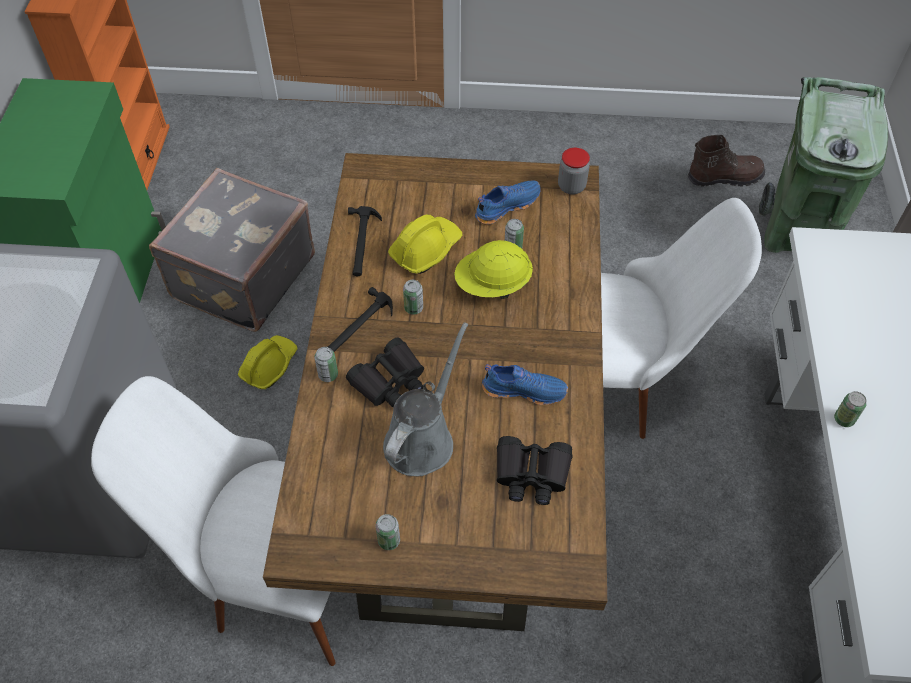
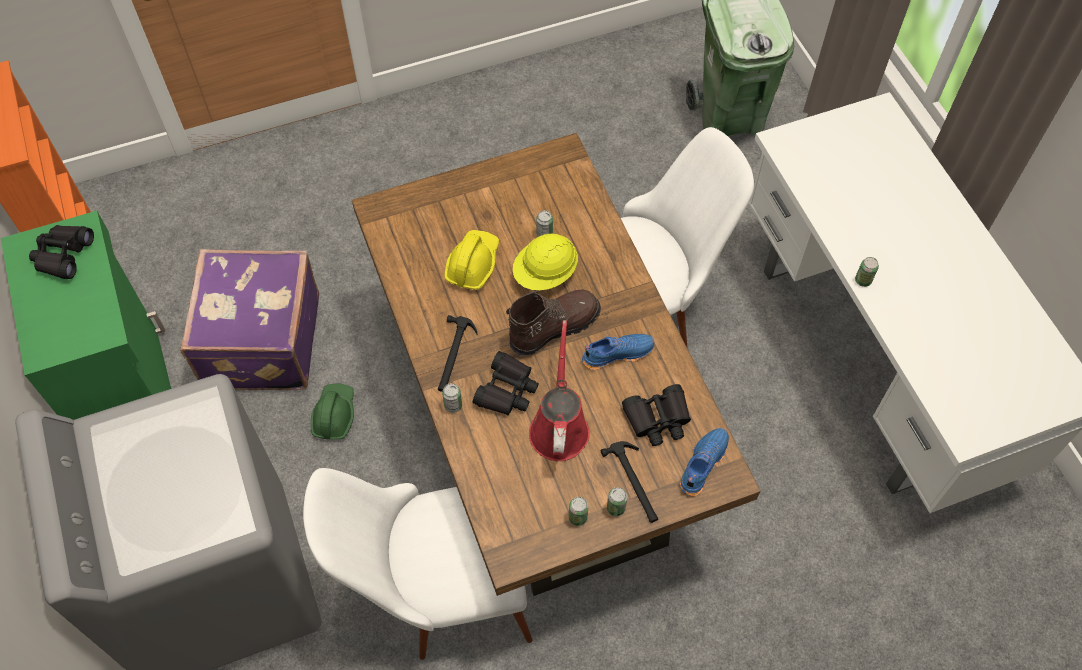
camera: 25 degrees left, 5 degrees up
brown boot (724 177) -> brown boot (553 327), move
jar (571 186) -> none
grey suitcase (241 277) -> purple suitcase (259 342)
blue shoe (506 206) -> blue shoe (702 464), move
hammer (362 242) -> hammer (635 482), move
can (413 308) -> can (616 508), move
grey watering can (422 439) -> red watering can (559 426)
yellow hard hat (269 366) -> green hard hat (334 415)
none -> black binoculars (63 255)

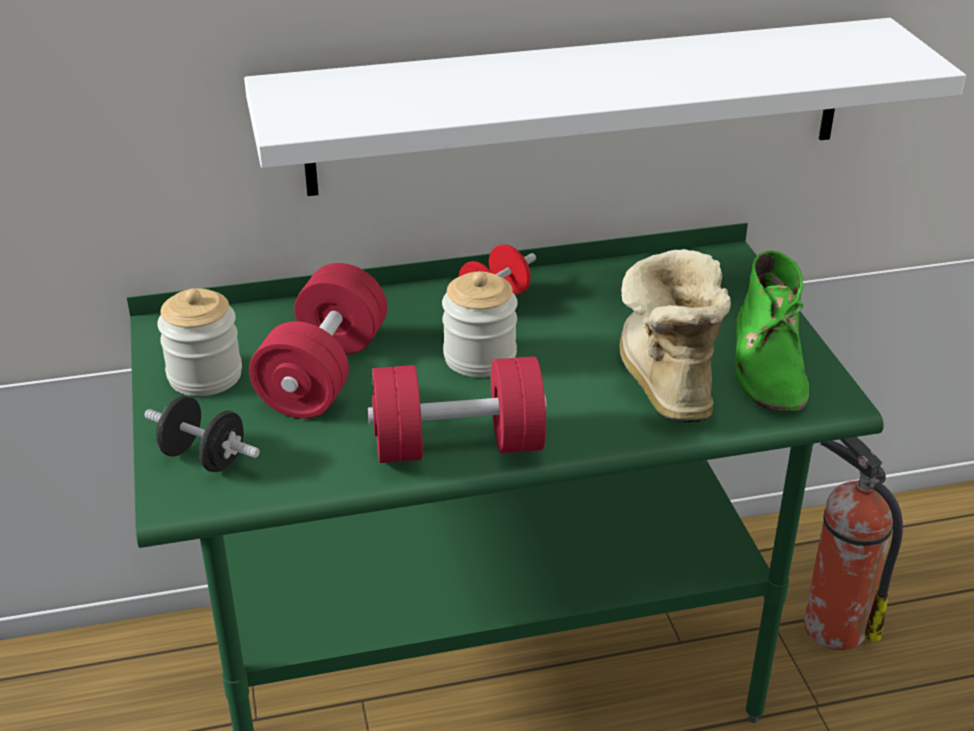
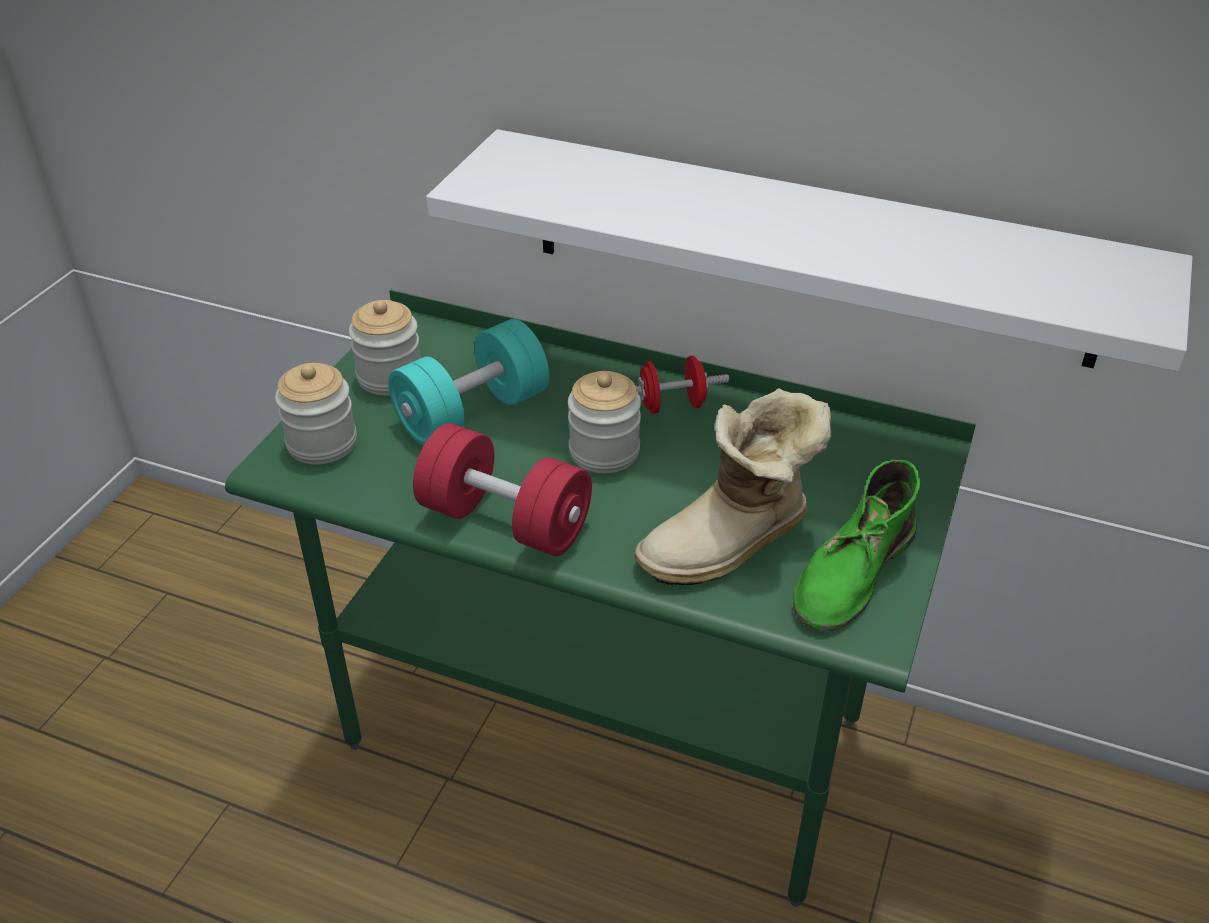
camera: 35 degrees right, 5 degrees up
boot (662 382) -> boot (732 545), 150 degrees counterclockwise
red dumbbell (324 374) -> turquoise dumbbell (472 413)
black dumbbell (204 458) -> jar (322 443)
fire extinguisher (831 625) -> none

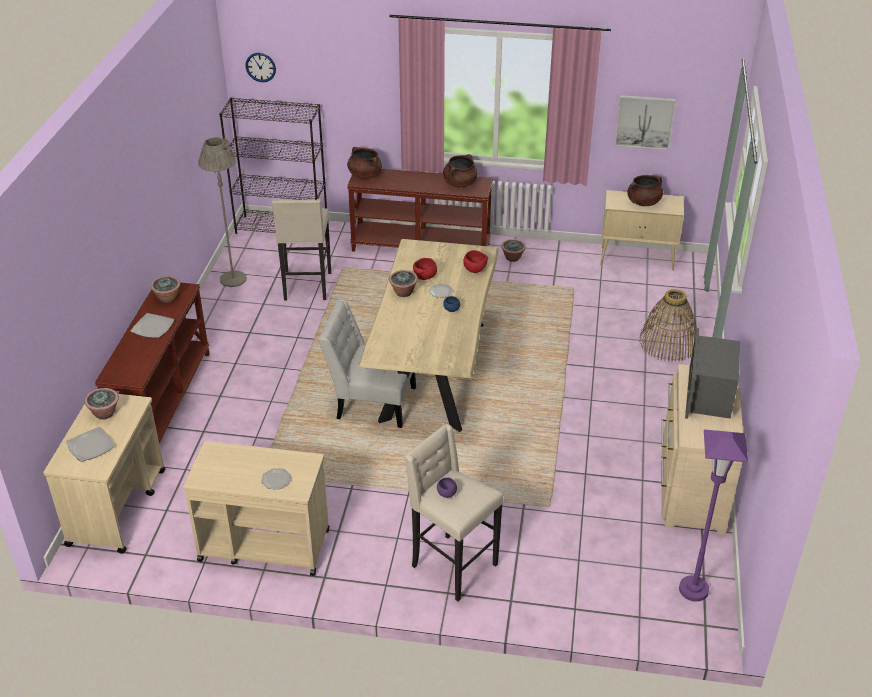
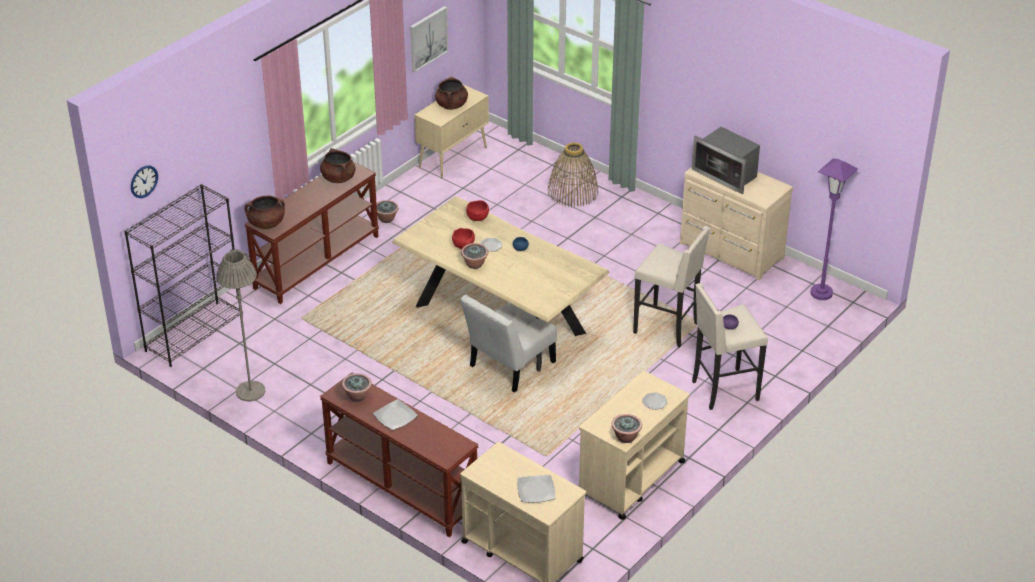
camera: 60 degrees left, 0 degrees up
beige stool (306 287) -> beige stool (667 328), move
potted plant (105 413) -> potted plant (626 437), move

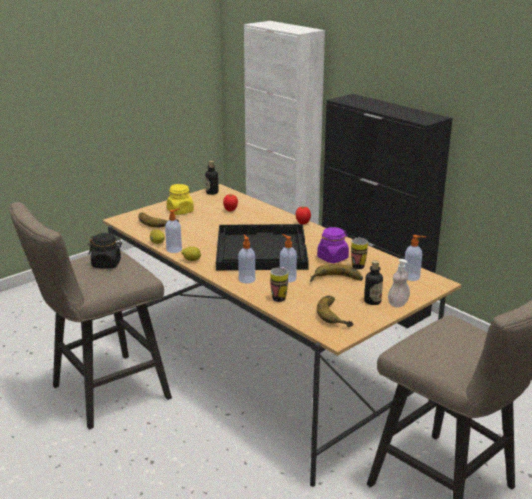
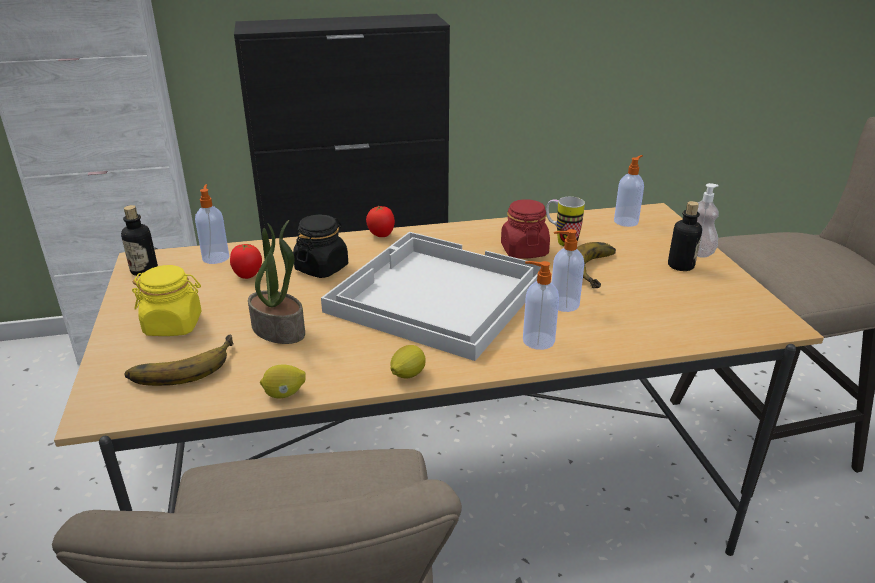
camera: 60 degrees left, 5 degrees up
soap dispenser (174 249) -> soap dispenser (216 257), move
black tray (260 249) -> white tray (435 295)
purple jar (332 258) -> red jar (524 251)
black jar (106 264) -> black jar (322 268), move
mug (280 296) -> none
banana (337 314) -> none
none -> potted plant (279 330)

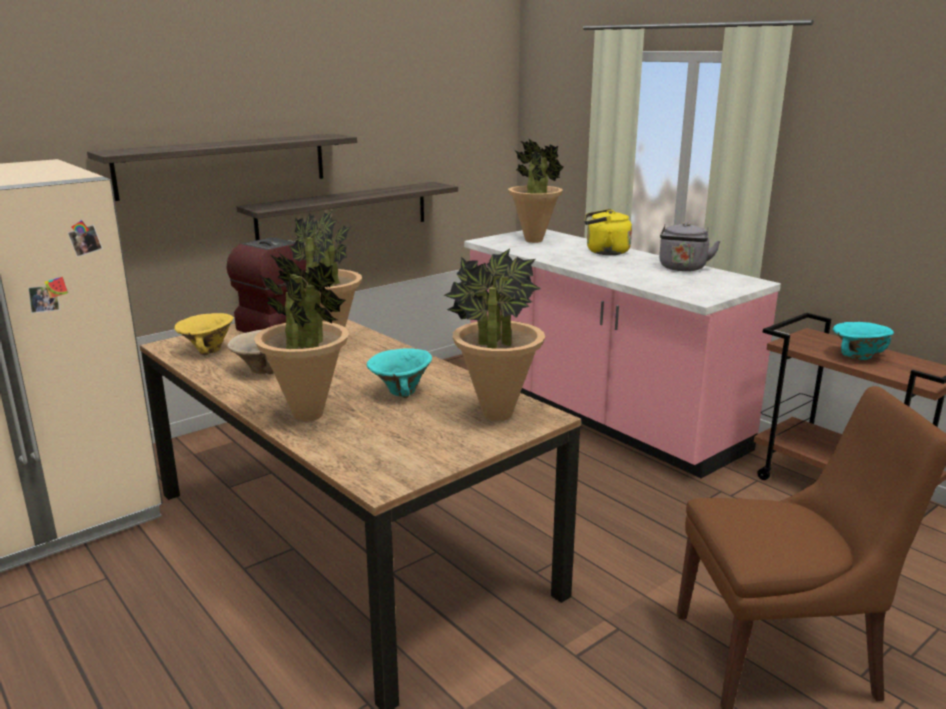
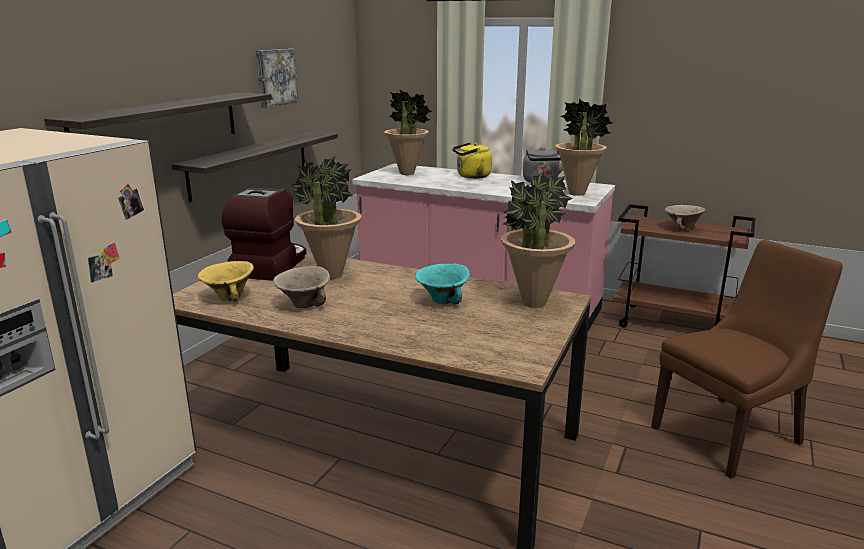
camera: 25 degrees left, 0 degrees up
potted plant (309 415) -> potted plant (577 193), move
turquoise bowl (857 356) -> beige bowl (681 228)
none -> picture (275 77)

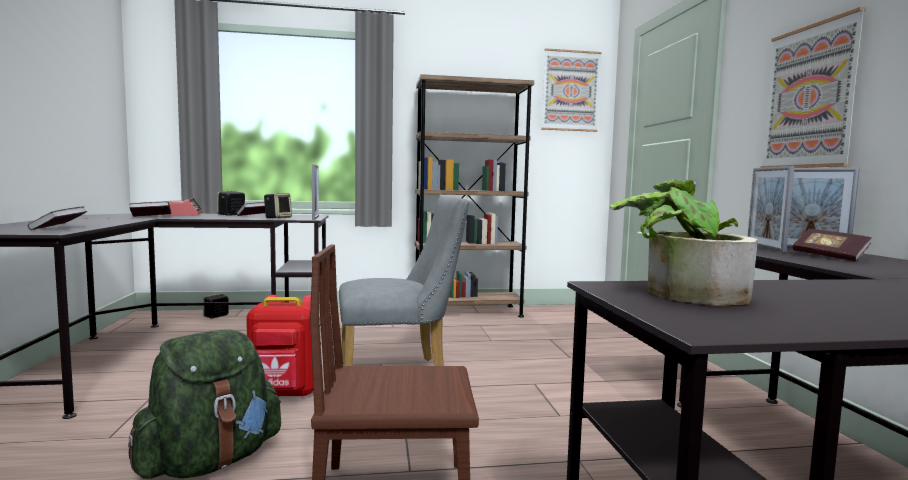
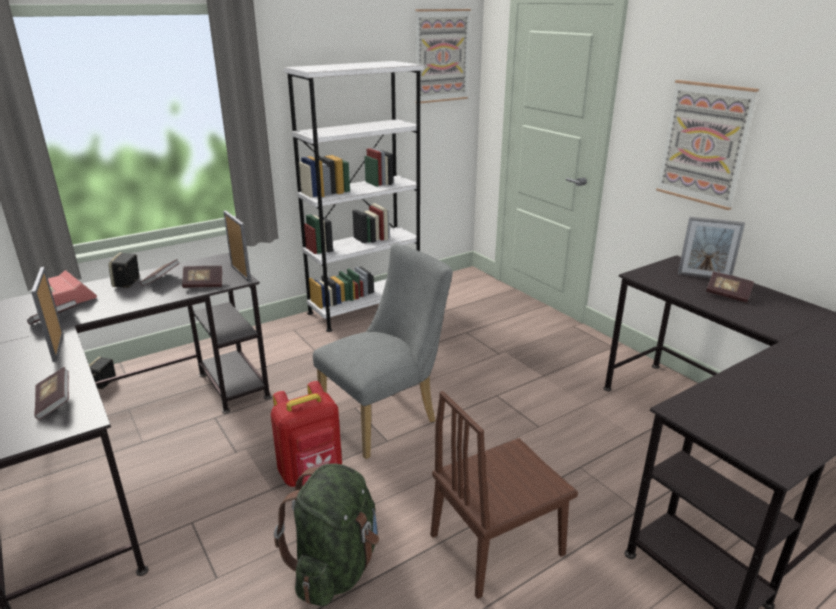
camera: 25 degrees left, 20 degrees up
brown bookcase (467 312) -> white bookcase (365 308)
picture frame (765 248) -> picture frame (58 347), move
potted plant (682 293) -> none
speaker (278 218) -> book (203 284)

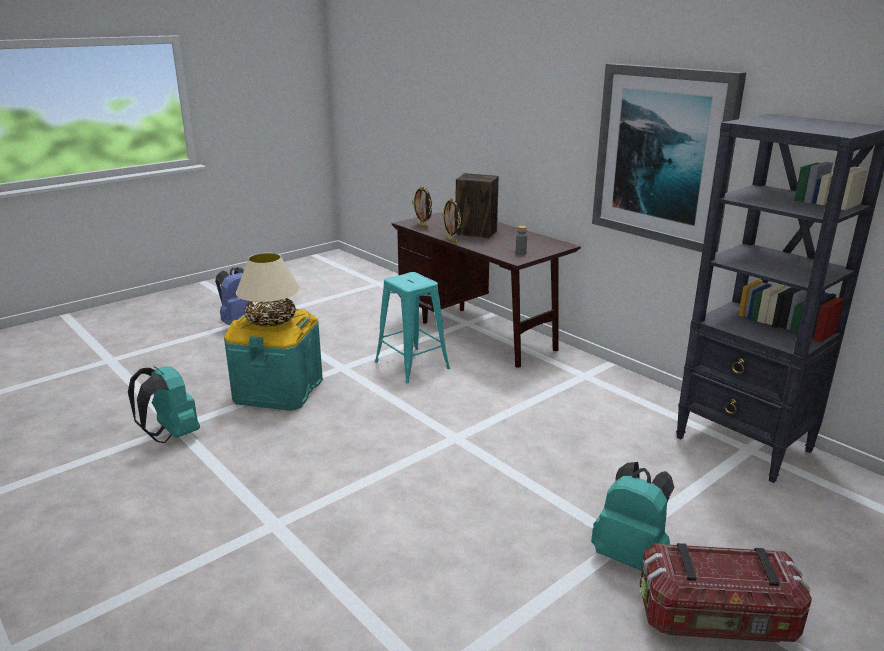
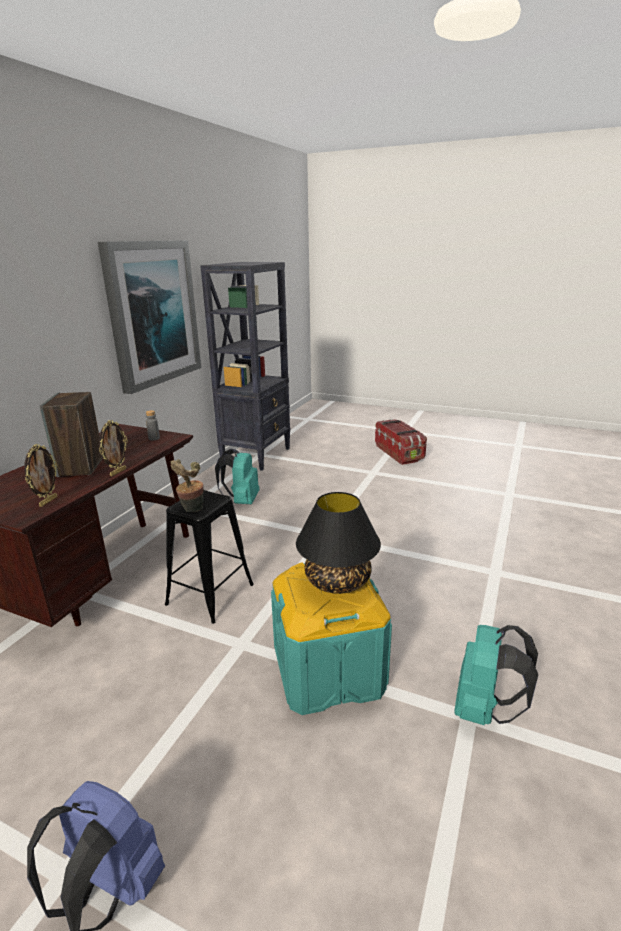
camera: 115 degrees left, 0 degrees up
beige table lamp (270 321) -> black table lamp (338 581)
turquoise stool (412 365) -> black stool (210 594)
turquoise backpack (631 556) -> turquoise backpack (241 501), move
none -> potted plant (191 510)

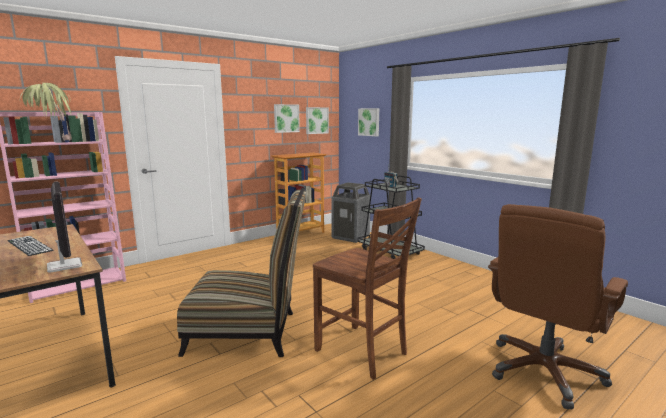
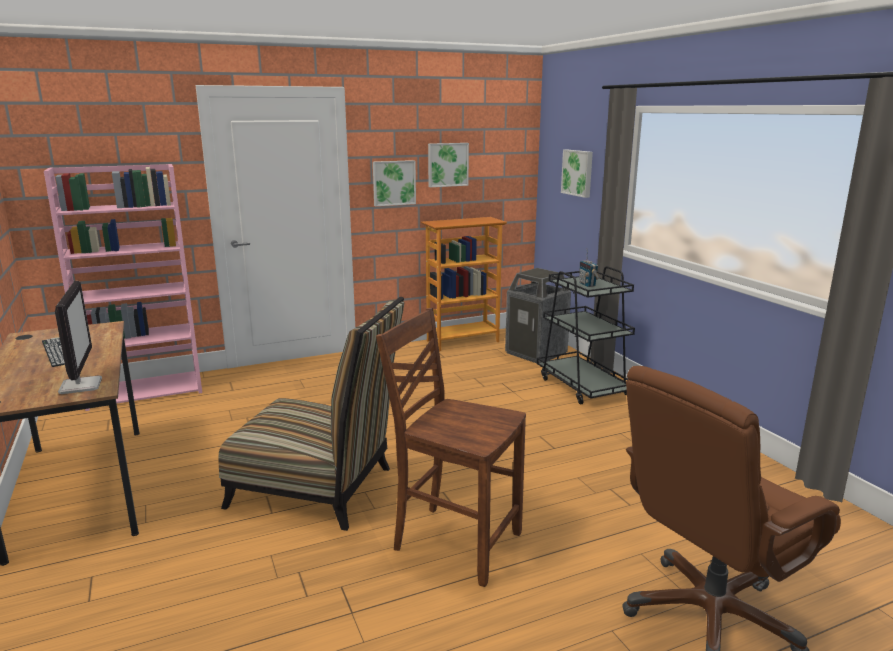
camera: 15 degrees right, 5 degrees up
potted plant (53 142) -> none
picture (316 120) -> picture (393 183), move
brown chair (362 352) -> brown chair (455 541), 150 degrees clockwise

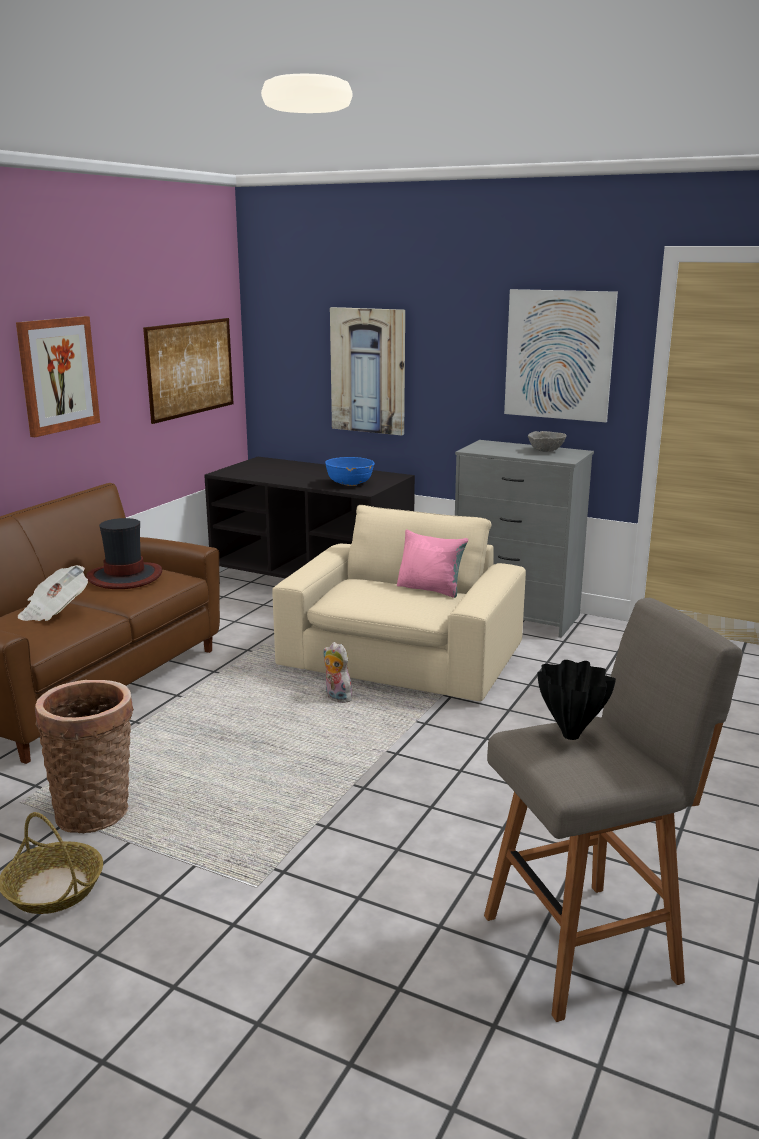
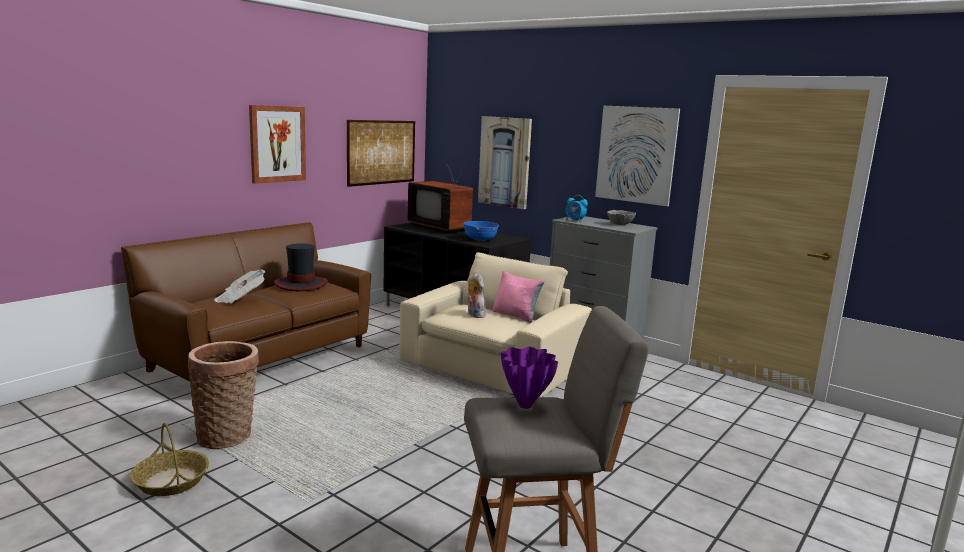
camera: 10 degrees right, 5 degrees down
plush toy (336 697) -> plush toy (474 315), move
black vase (571 735) -> purple vase (526 405)
none -> television (442 228)
none -> alarm clock (575 220)

